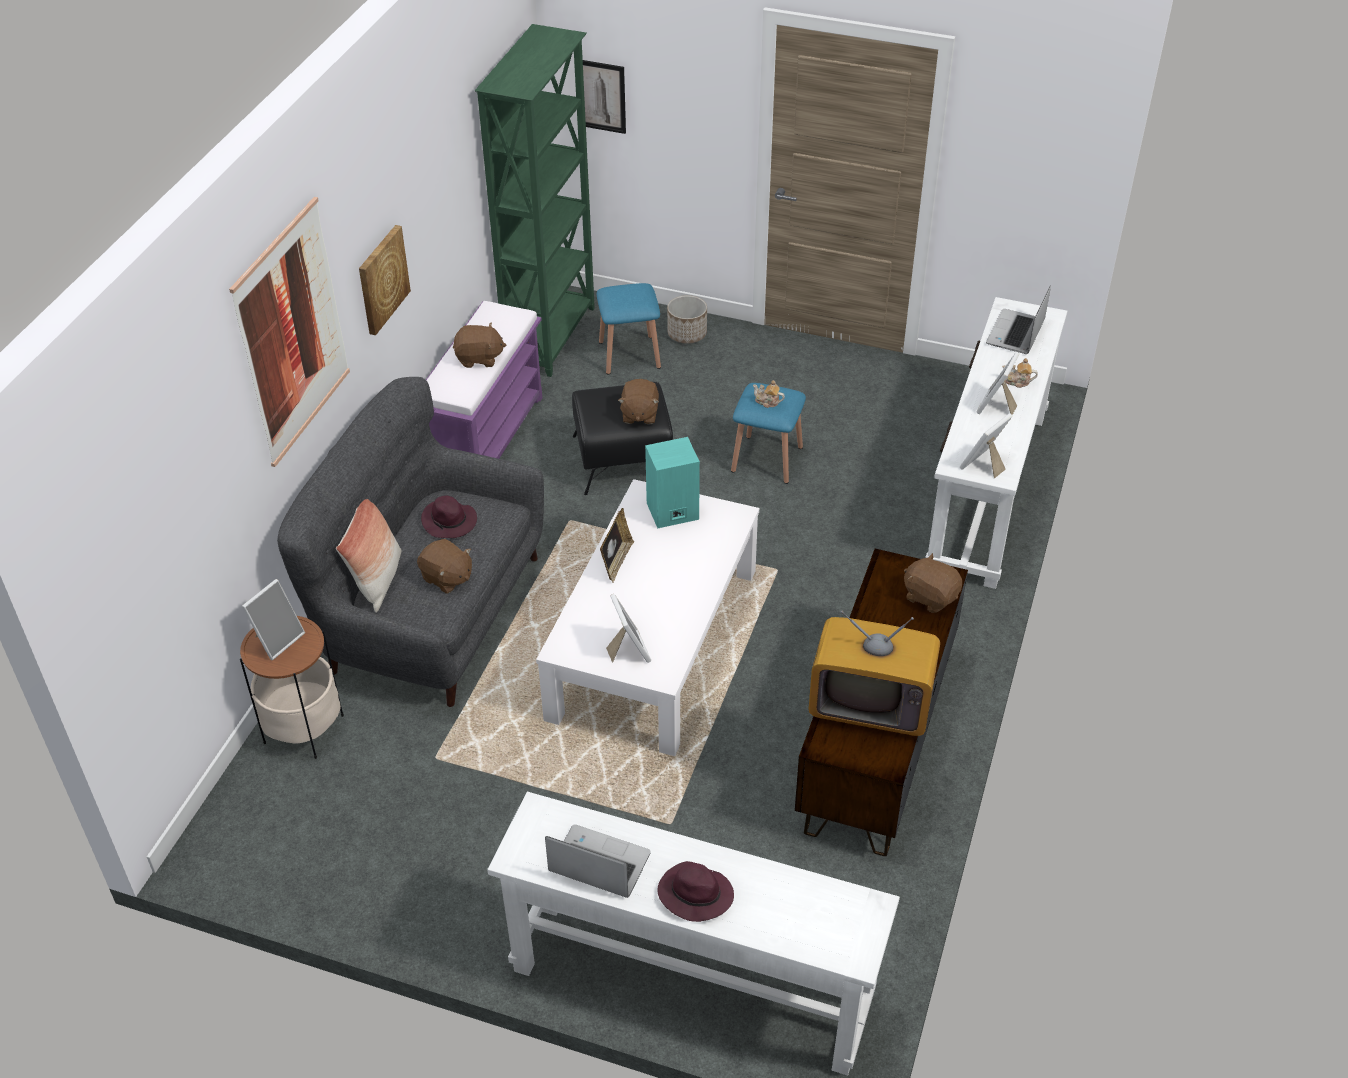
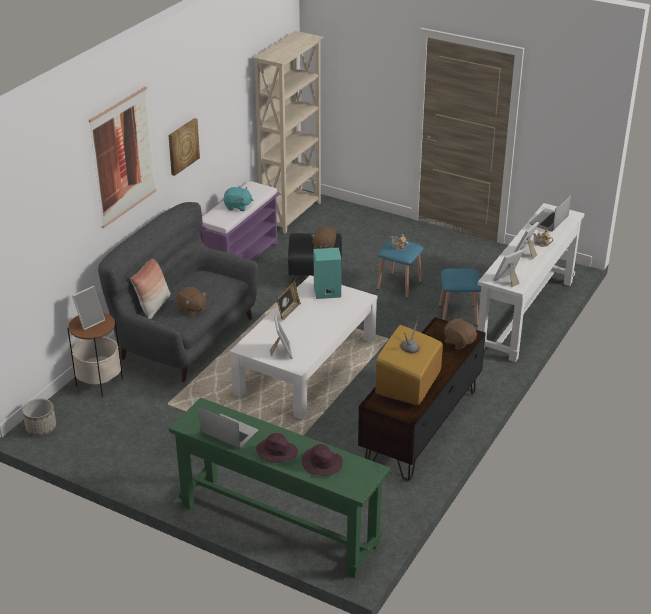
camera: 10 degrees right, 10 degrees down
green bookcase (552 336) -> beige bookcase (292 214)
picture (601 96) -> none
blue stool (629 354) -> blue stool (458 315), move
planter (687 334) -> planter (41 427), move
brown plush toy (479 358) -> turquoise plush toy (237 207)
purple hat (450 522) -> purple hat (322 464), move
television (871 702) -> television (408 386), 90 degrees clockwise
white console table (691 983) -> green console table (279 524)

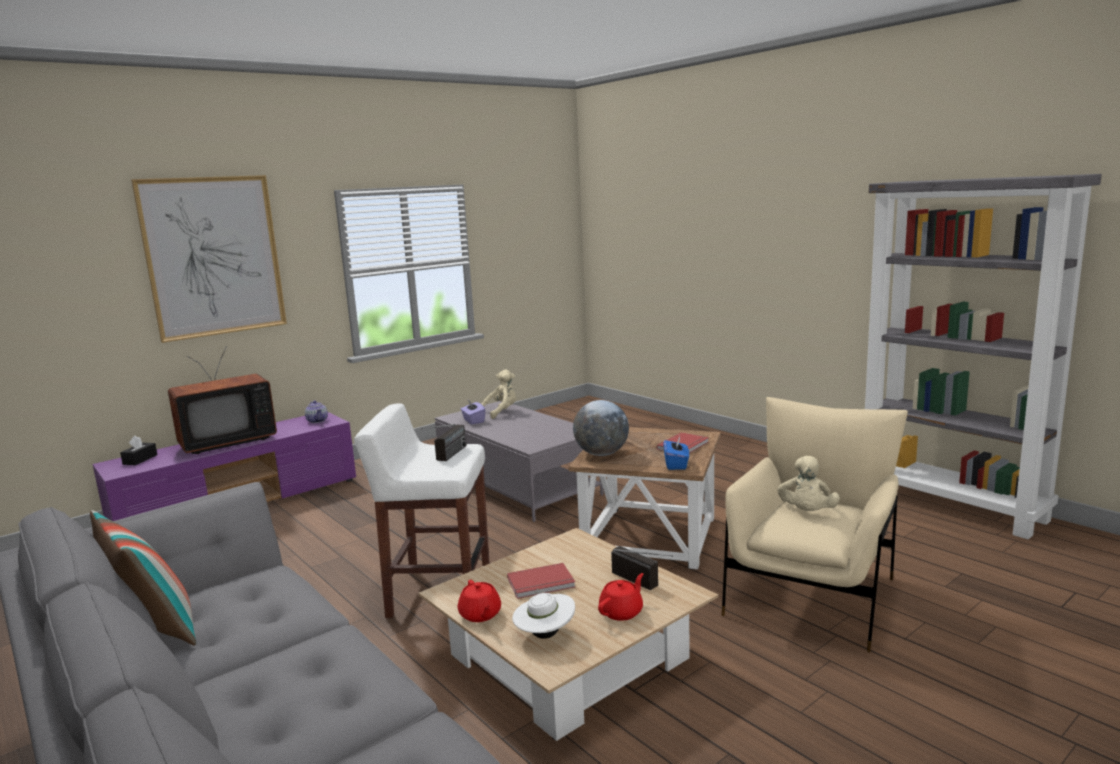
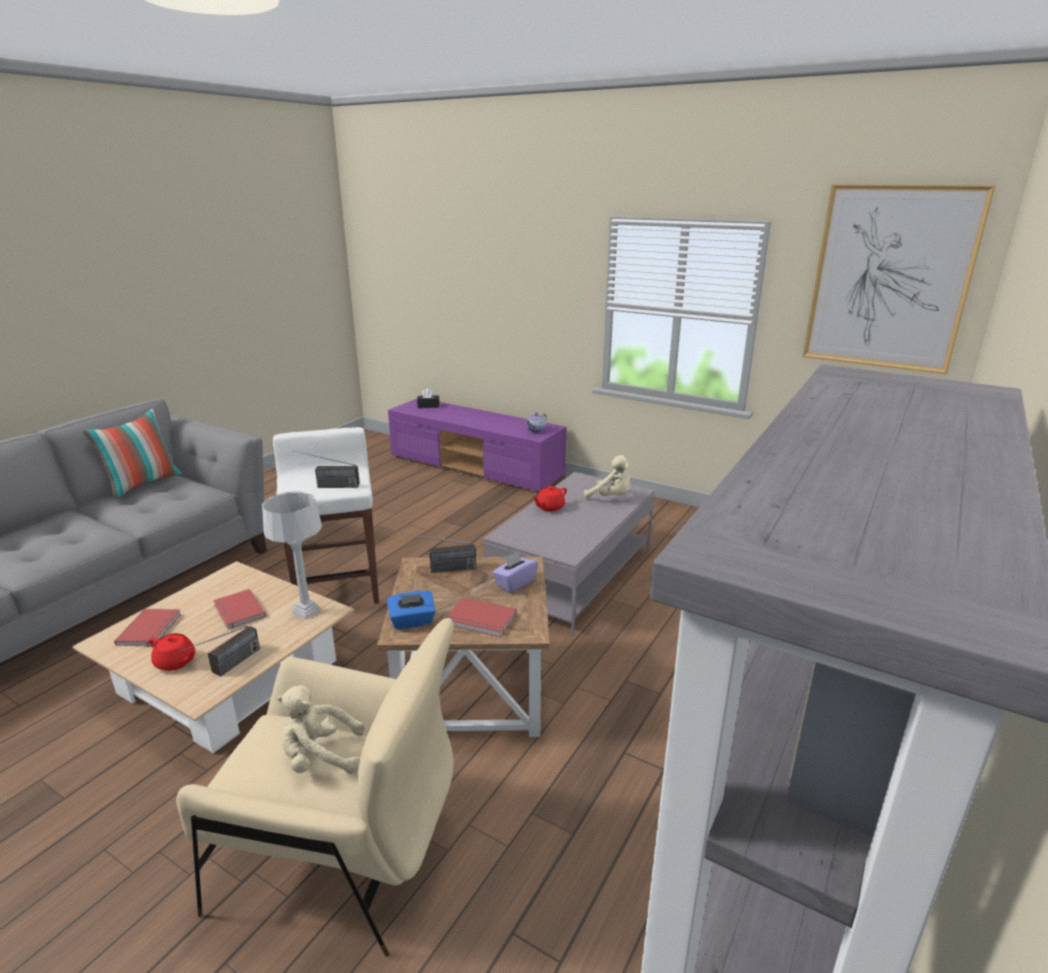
camera: 70 degrees right, 10 degrees up
picture (213 256) -> picture (889 278), move
television (226 442) -> none
purple tissue box (473 421) -> purple tissue box (514 583), move
globe (601 454) -> radio (441 569)
red teapot (480 615) -> red teapot (549 507), move
white hat (545 634) -> red book (151 629)
none -> grey table lamp (306 611)

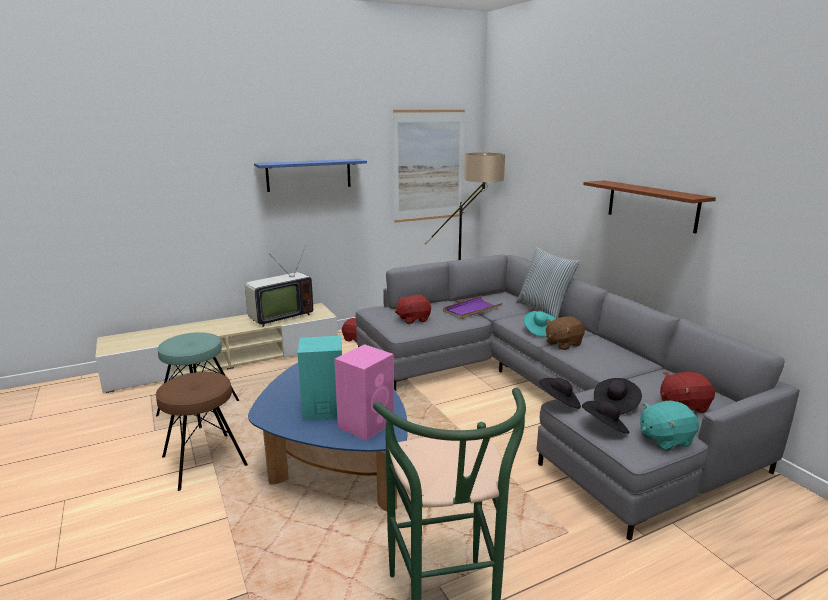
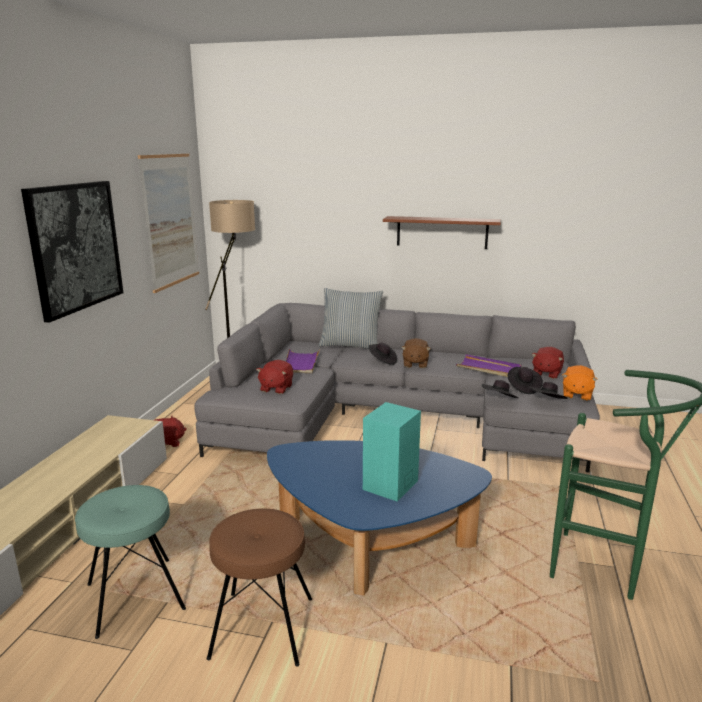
camera: 50 degrees left, 0 degrees up
blue shelf (309 175) -> picture (75 247)
television (279 317) -> none
turquoise hat (539 331) -> black hat (382 361)
pink speaker (367 424) -> none
turquoise plush toy (664 439) -> orange plush toy (576 394)
none -> purple tray (489 369)

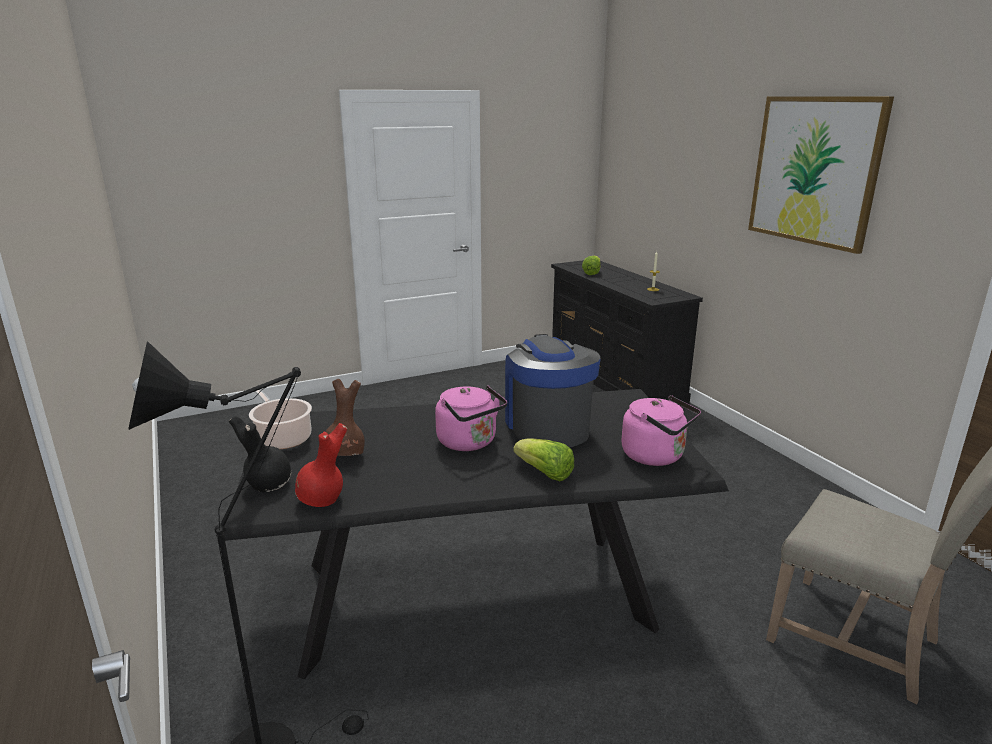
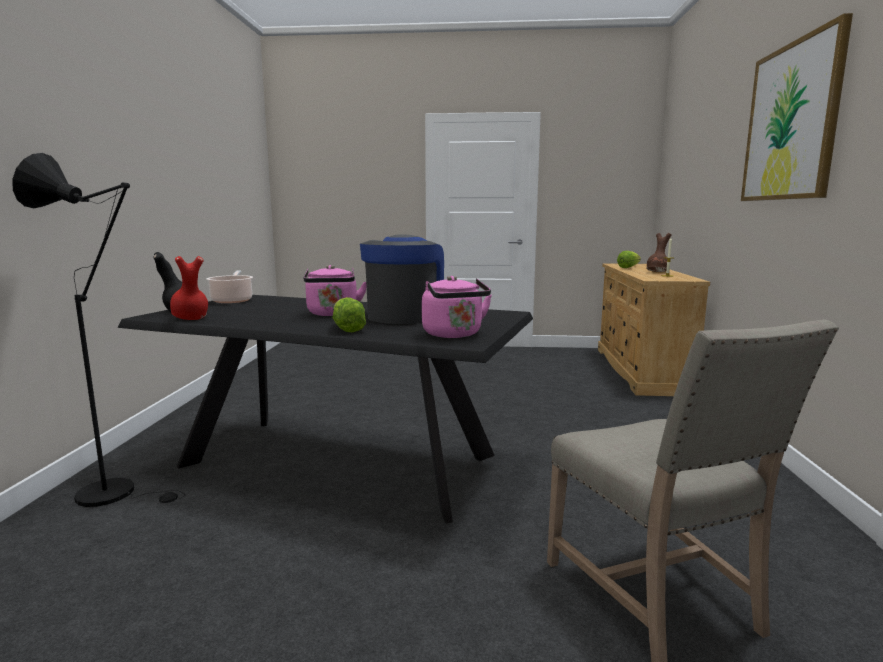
camera: 30 degrees right, 10 degrees down
black dresser (614 378) -> beige dresser (641 370)
brown vase (346 456) -> brown vase (657 272), move

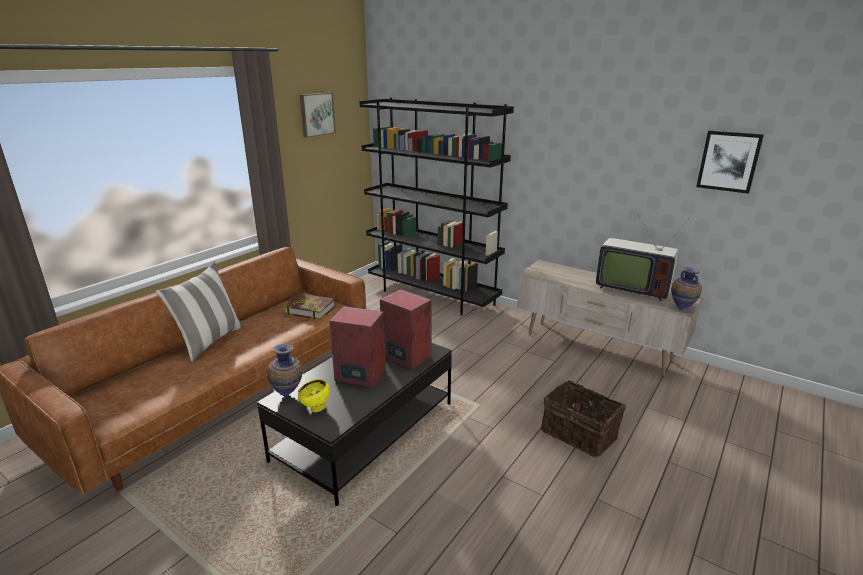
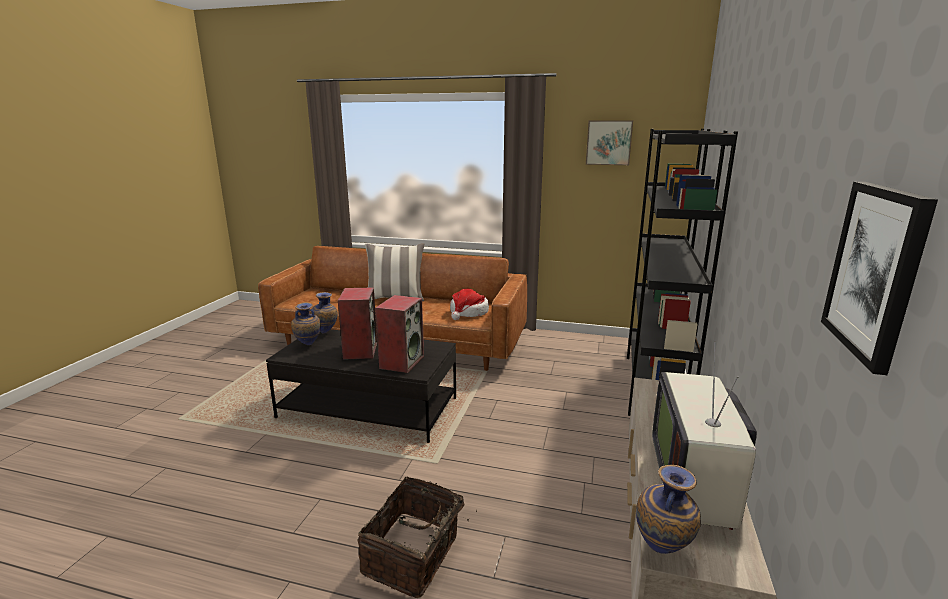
camera: 70 degrees right, 5 degrees down
book (310 309) -> hat (468 312)
yellow bowl (316 408) -> vase (308 346)

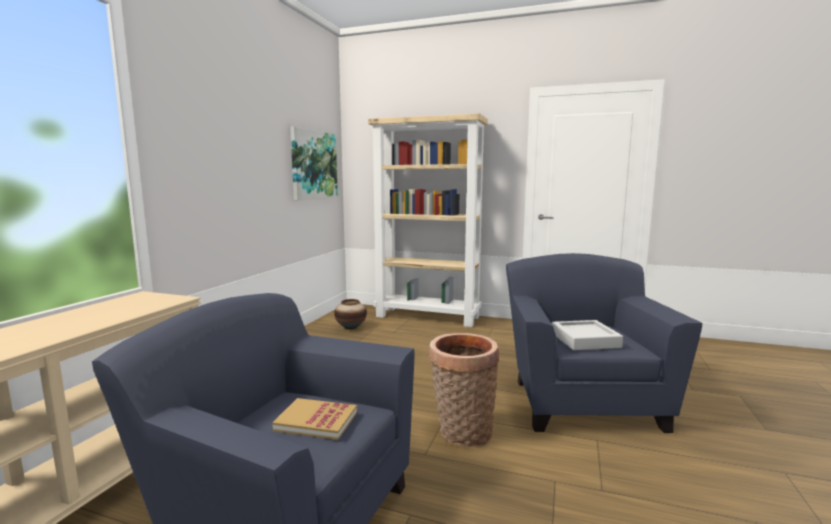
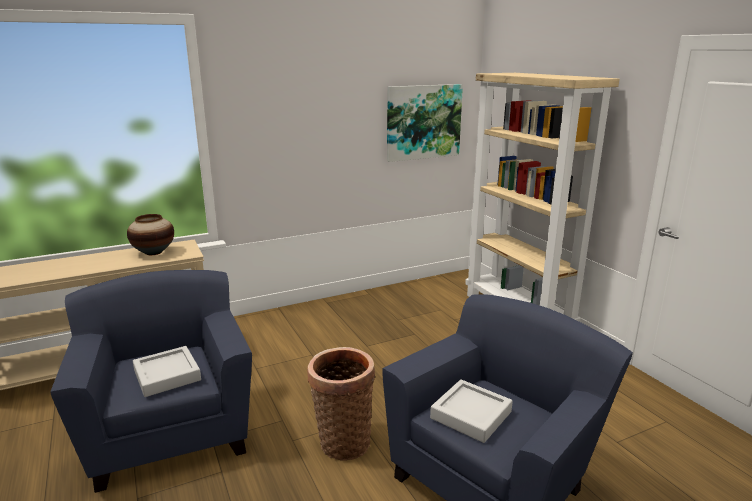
camera: 45 degrees right, 10 degrees up
vase (350 327) -> vase (153 252), move
book (316 421) -> grey tray (167 375)

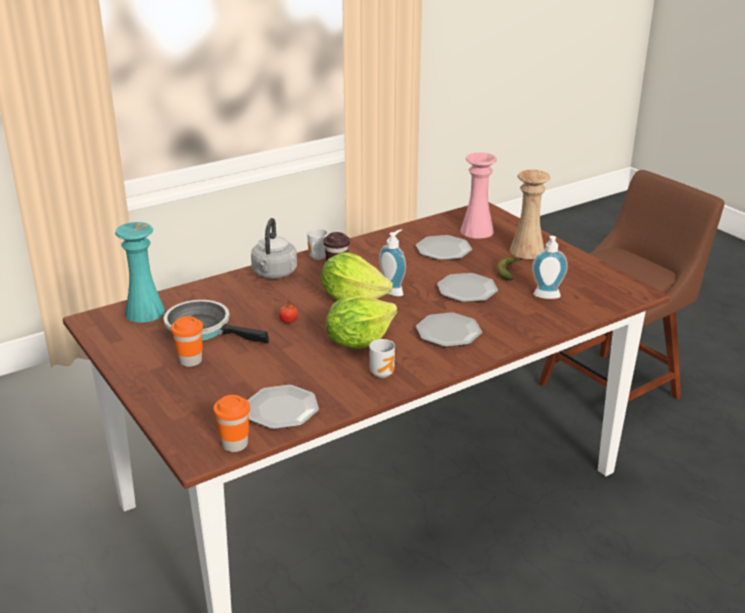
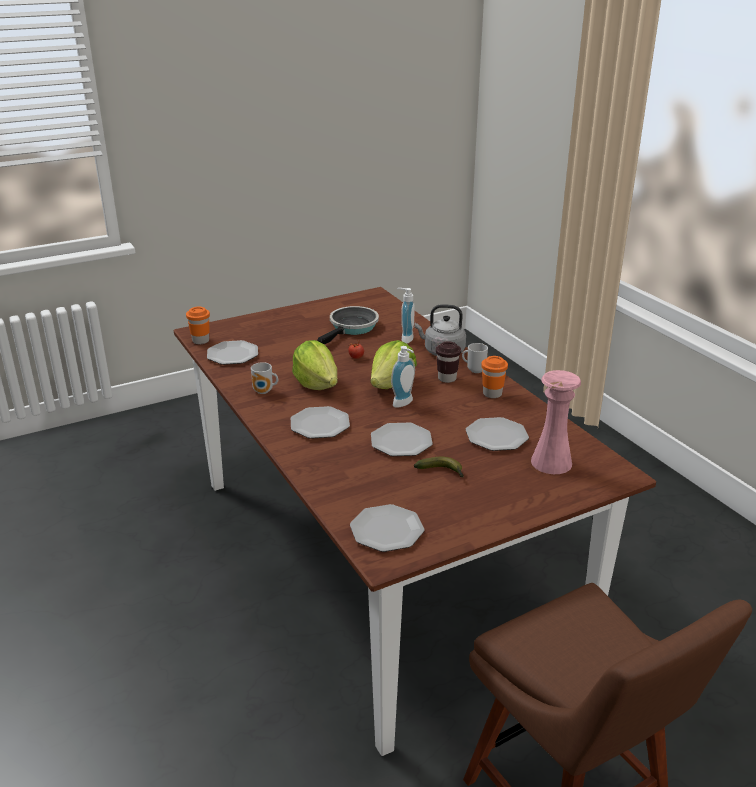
camera: 95 degrees right, 0 degrees up
beige vase (527 251) -> none
turquoise vase (145 312) -> none
soap dispenser (546 297) -> soap dispenser (404 338), move
orange cup (190 361) -> orange cup (492 394), move
none -> plate (386 530)

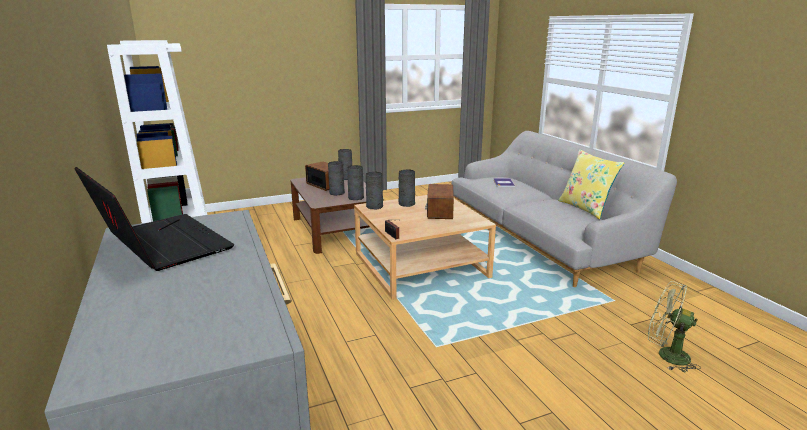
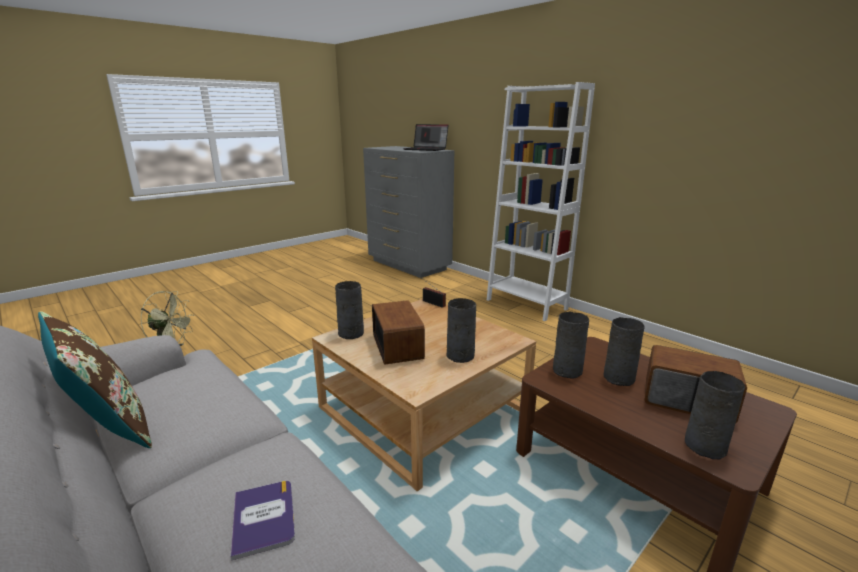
camera: 160 degrees right, 0 degrees up
yellow pillow (585 208) -> brown pillow (109 427)
grey vase (375 206) -> grey vase (350 334), move

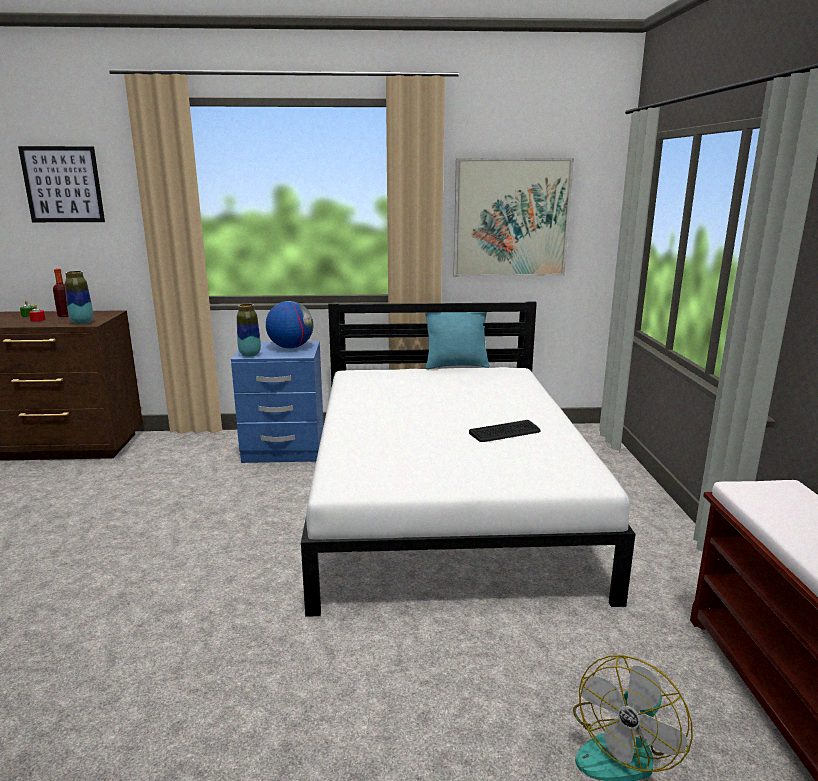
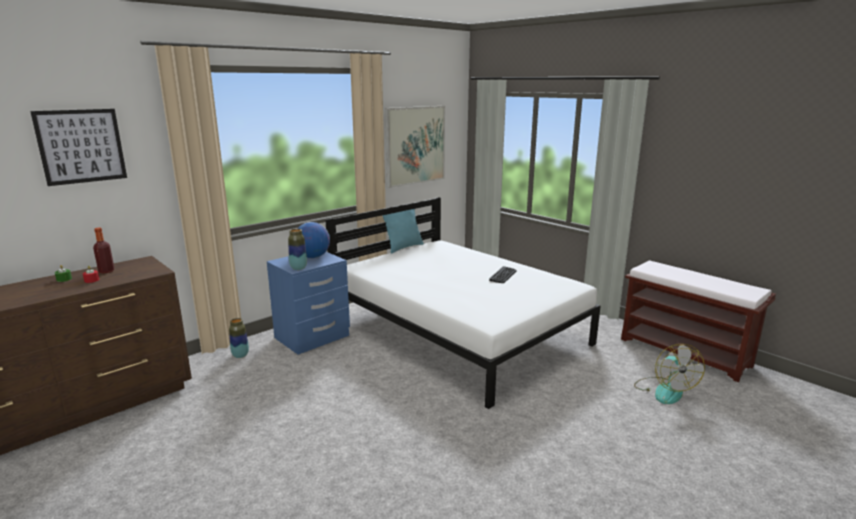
camera: 40 degrees left, 0 degrees up
vase (82 322) -> vase (240 355), move

